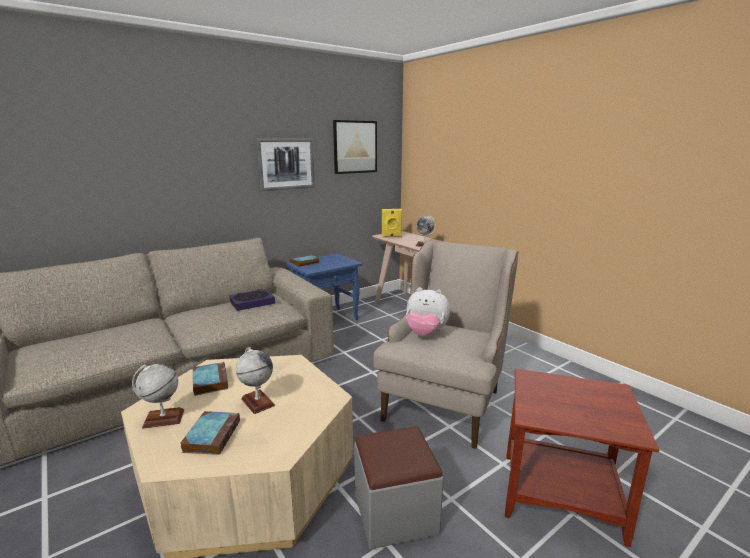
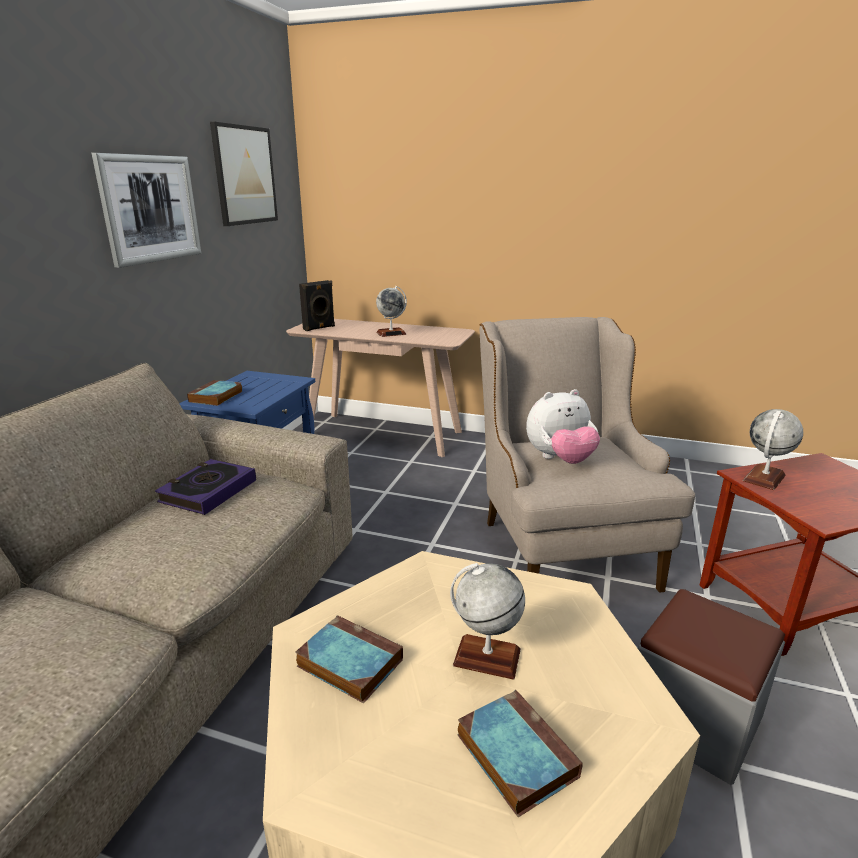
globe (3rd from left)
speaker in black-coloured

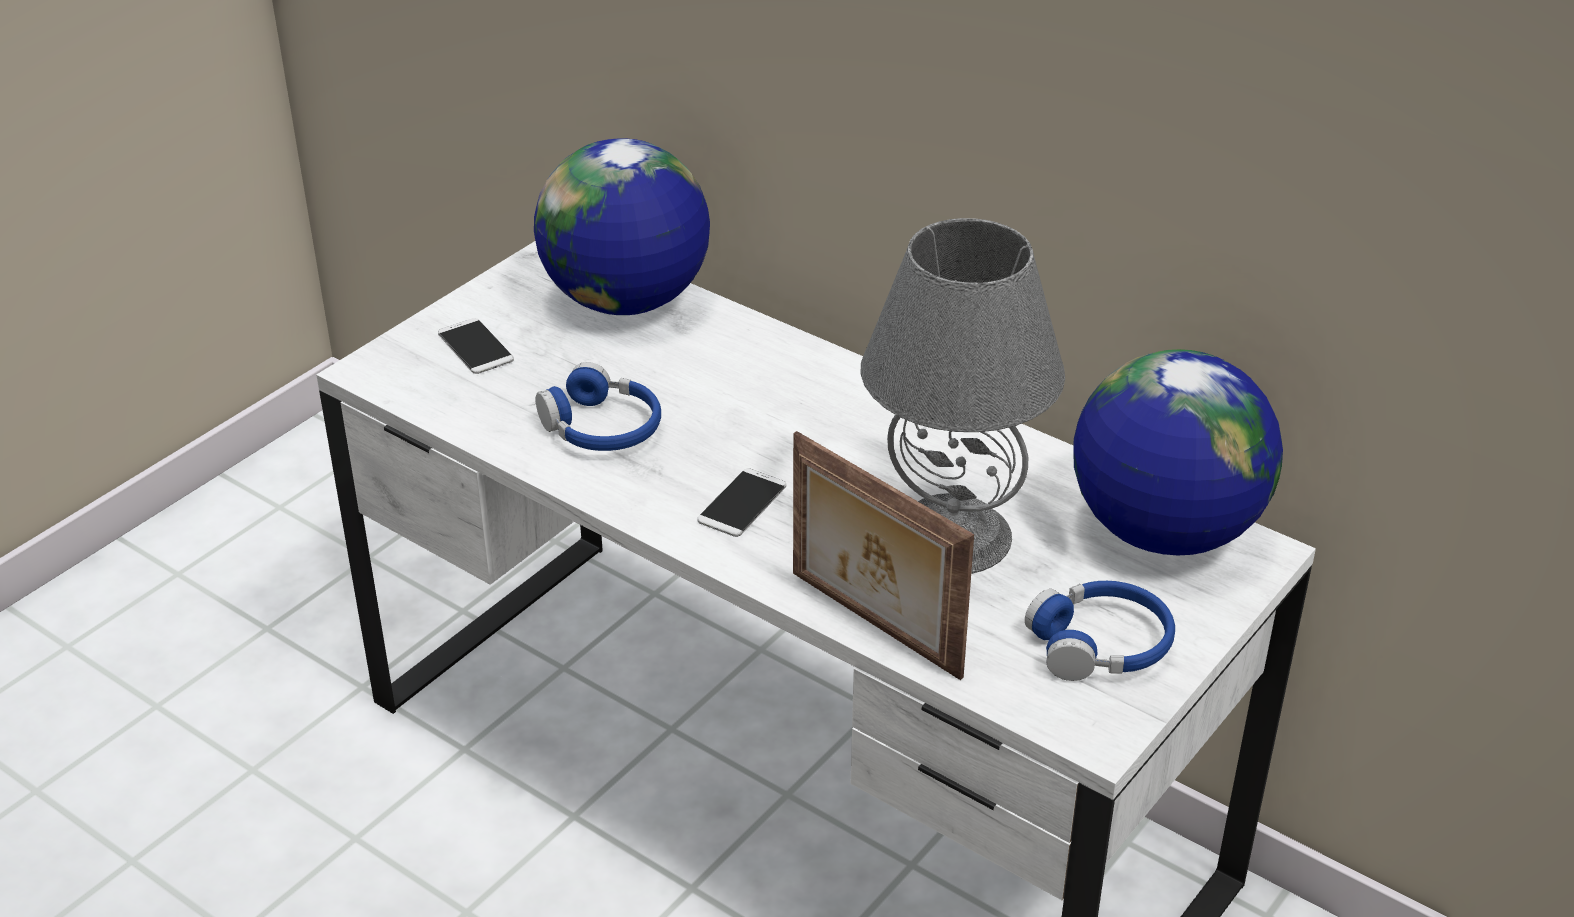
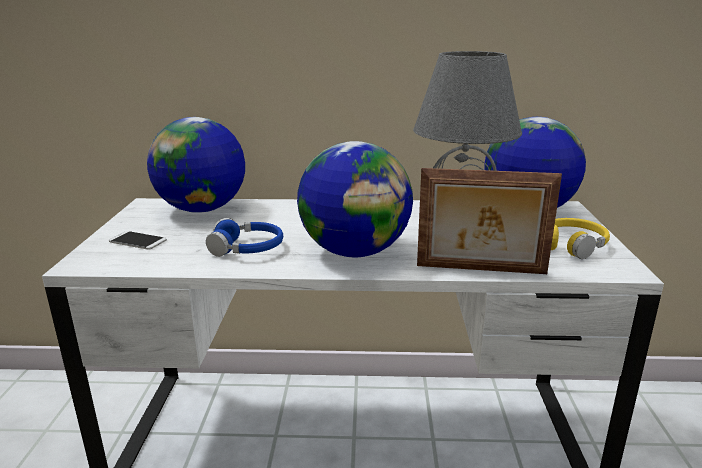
globe (2nd from left)
headset in yellow-coloured

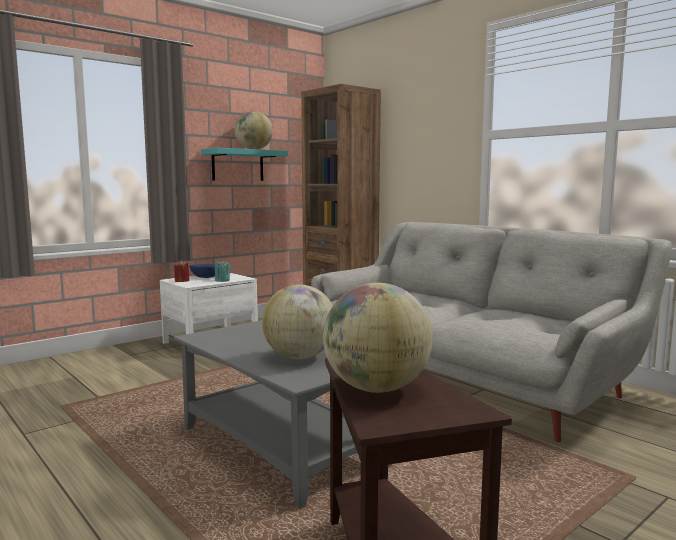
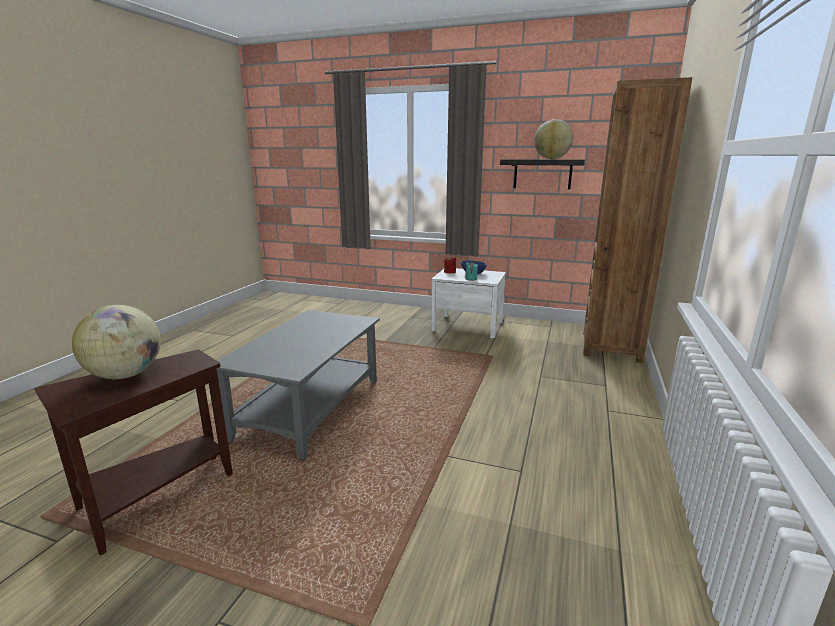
shelf in black-coloured
globe (2nd from left in the first image)
sofa in grey

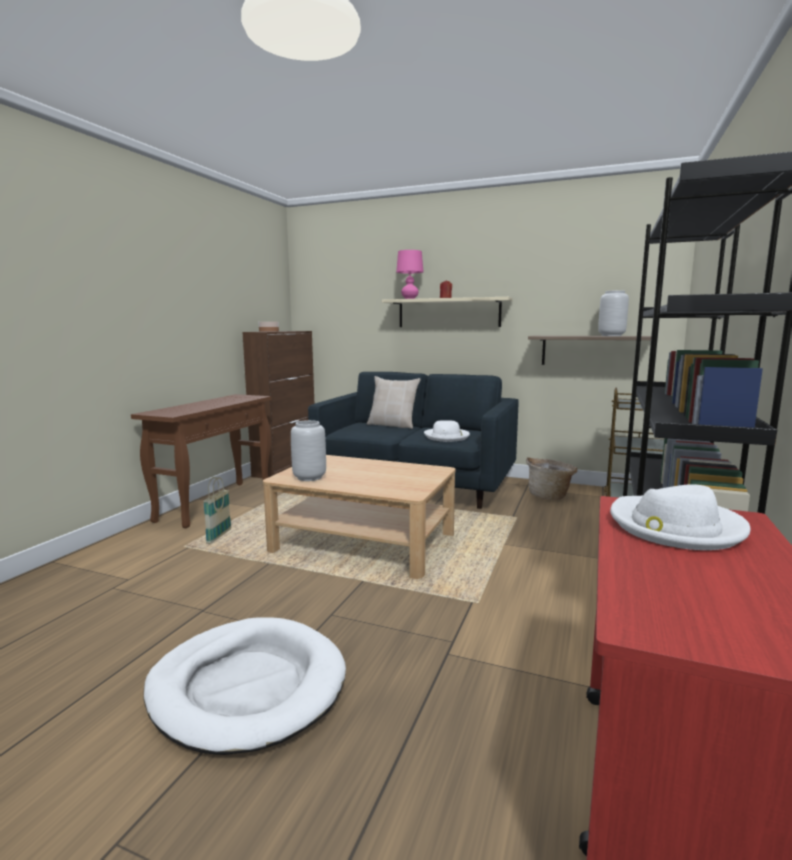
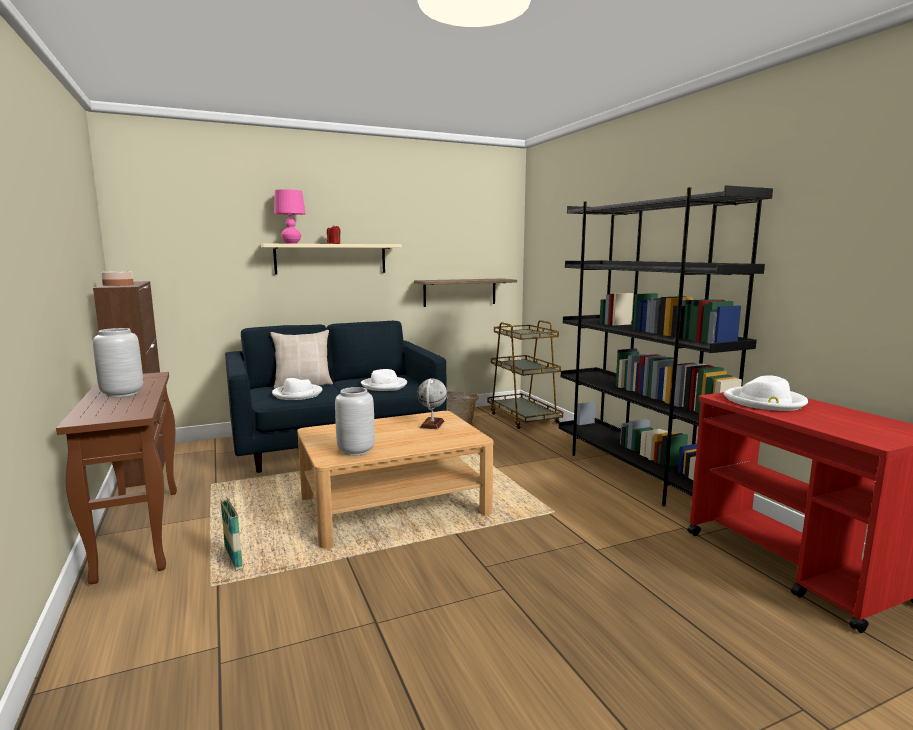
dog bed in whitish
vase in grey (1st from left)
hat in whitish (1st from left)
globe

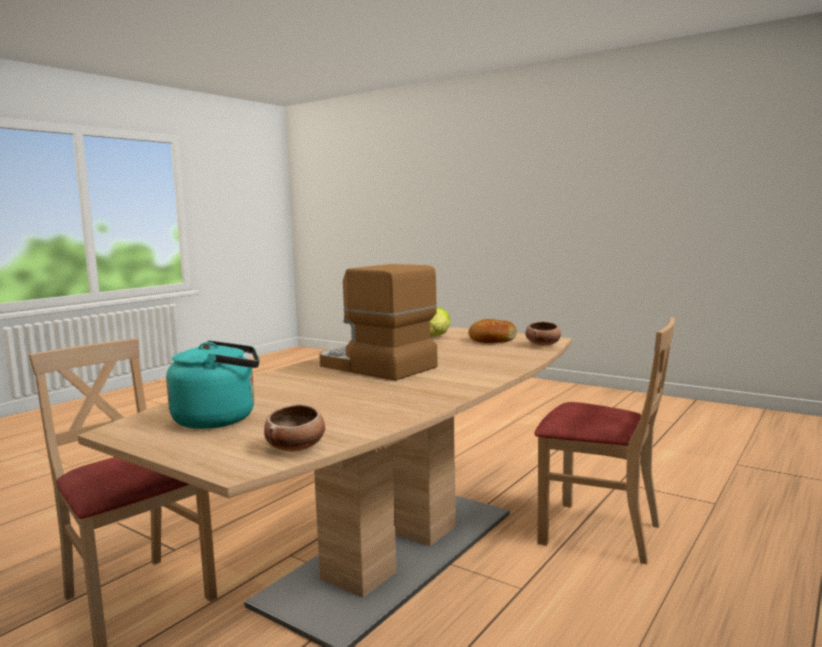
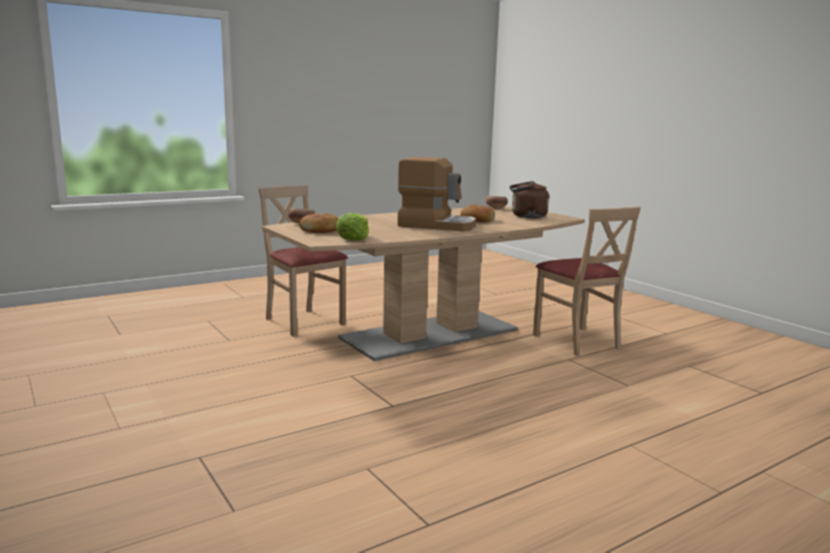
tea kettle in brown
coffee machine
bread (2nd from left)

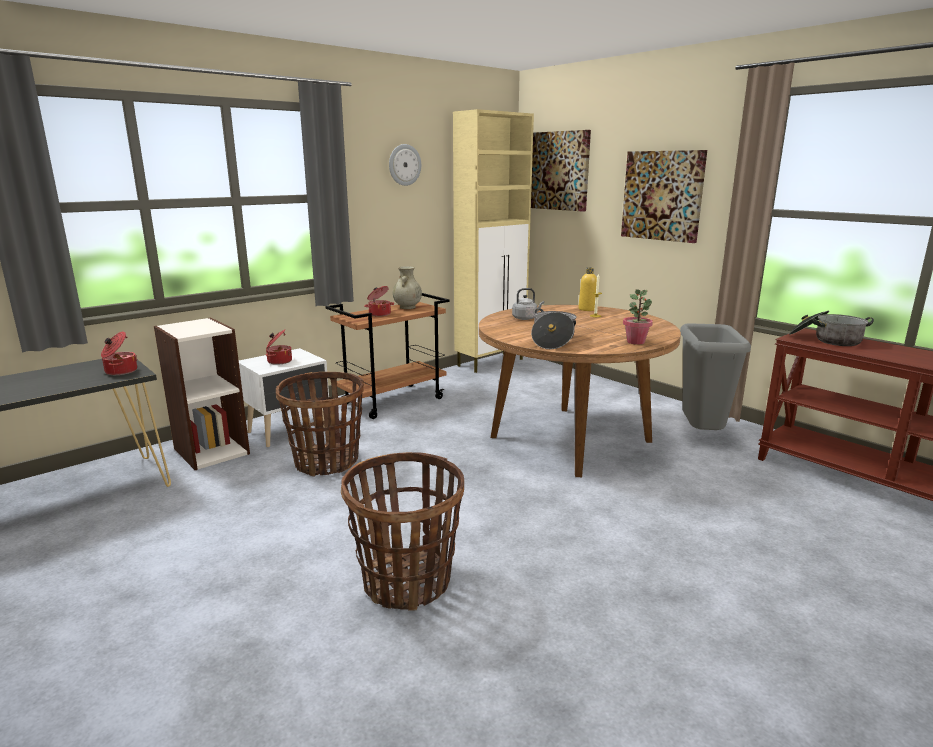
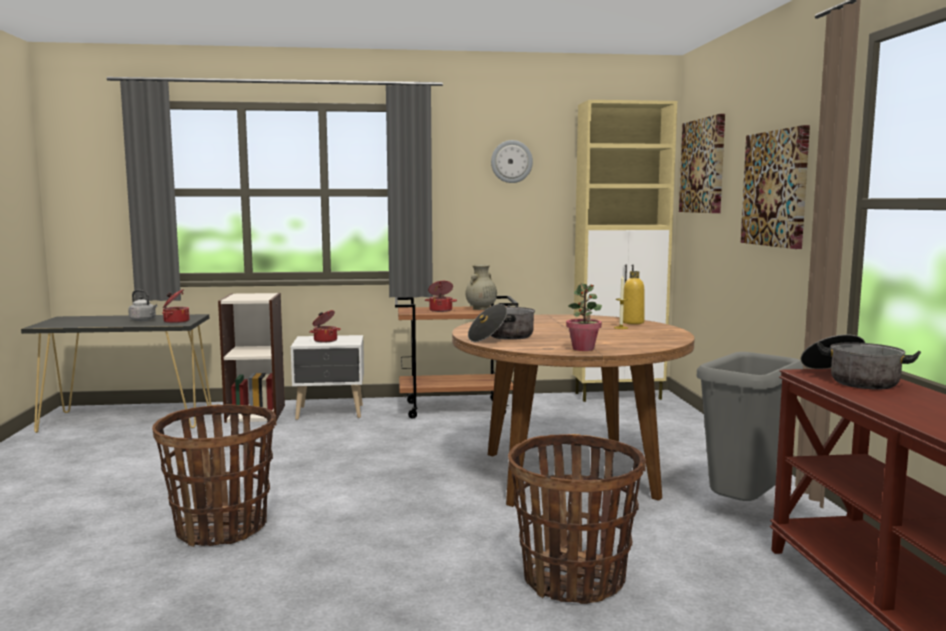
basket (2nd from left)
tea kettle in grey

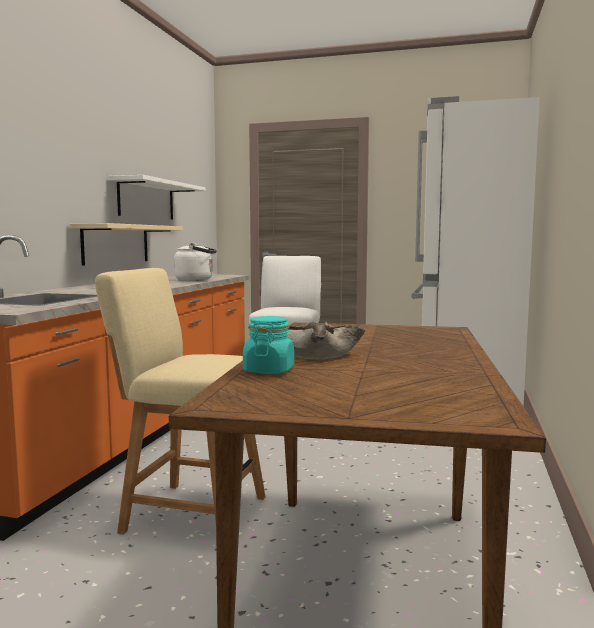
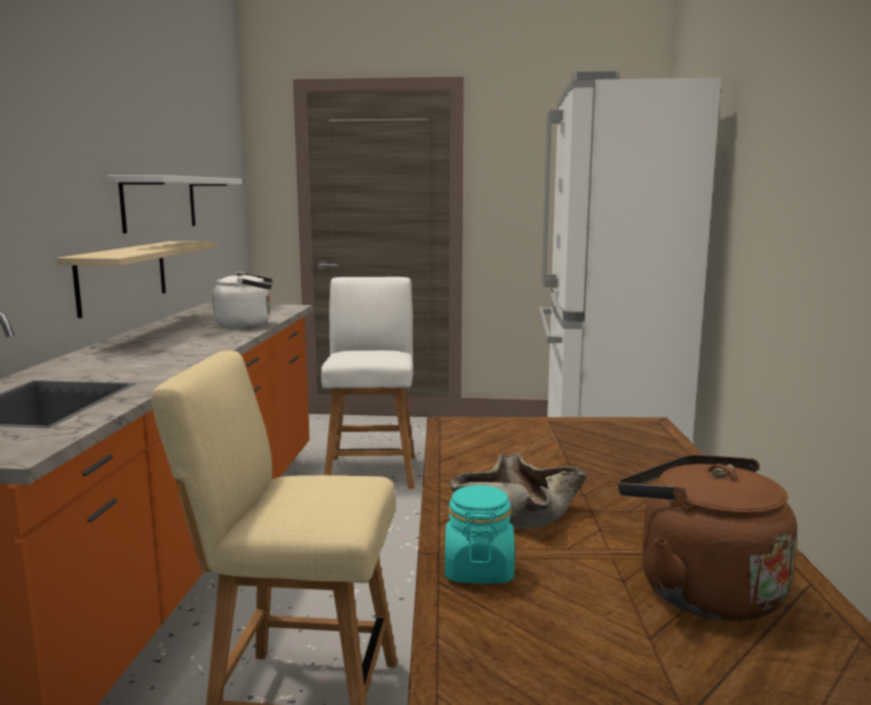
tea kettle in brown

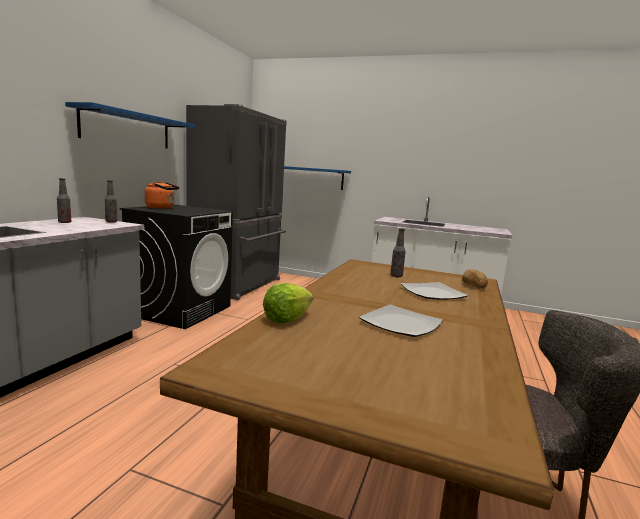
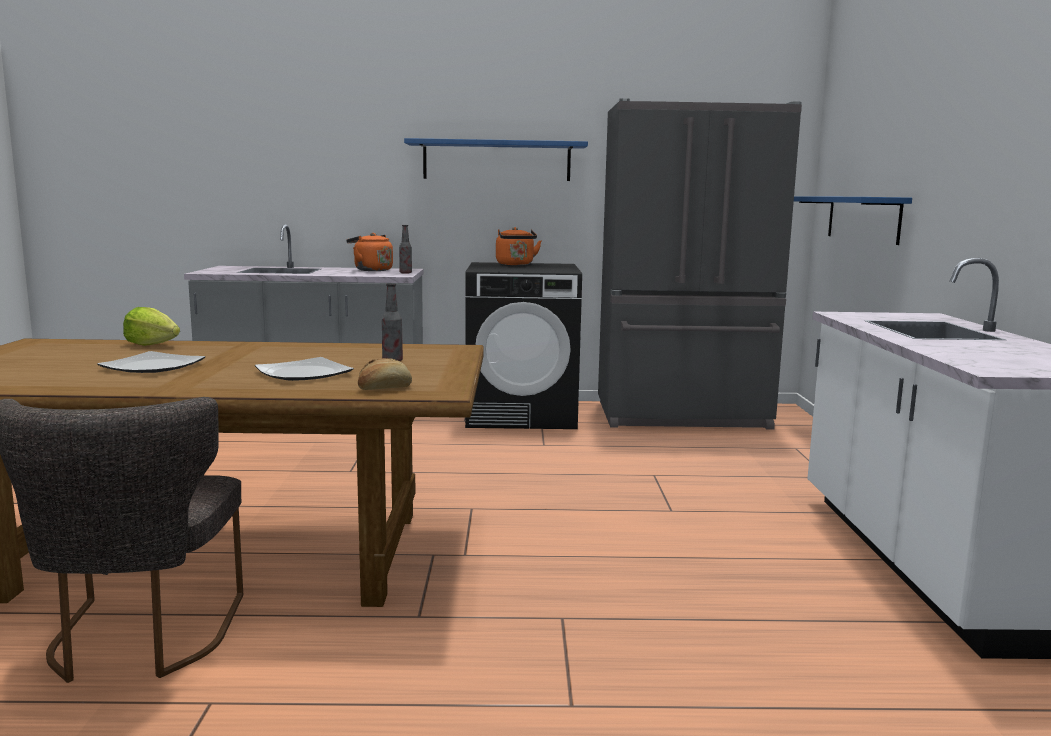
tea kettle in orangey (1st from left)

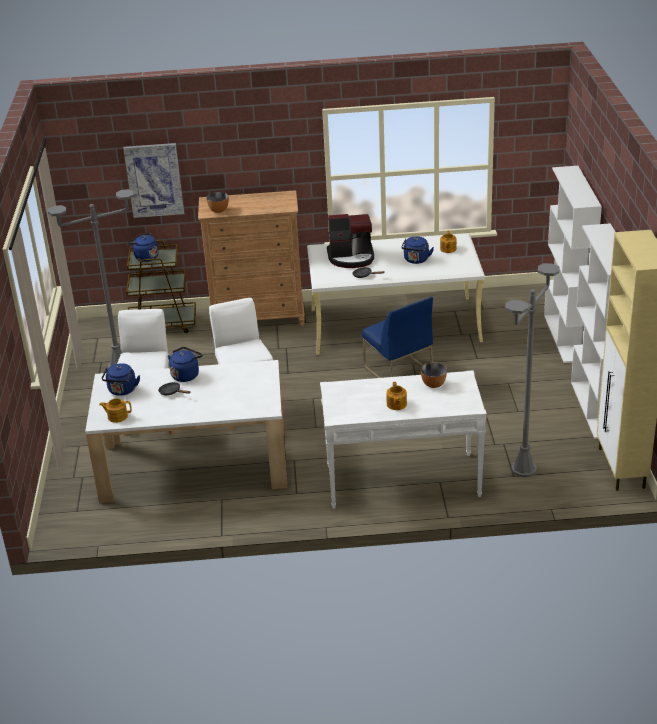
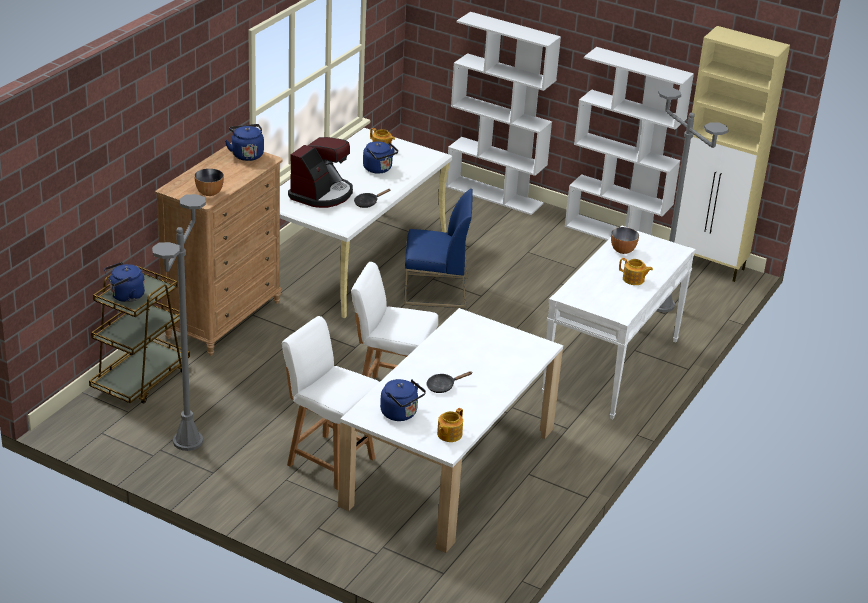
wall art
tea kettle in blue (2nd from left)

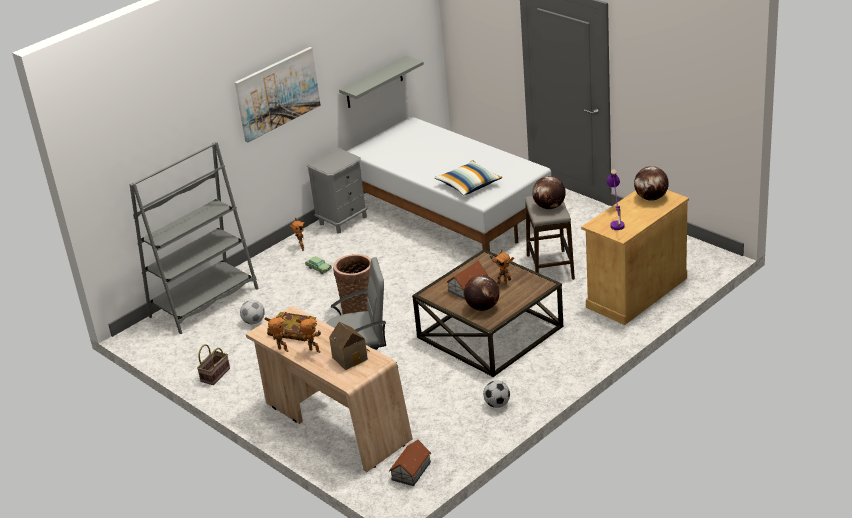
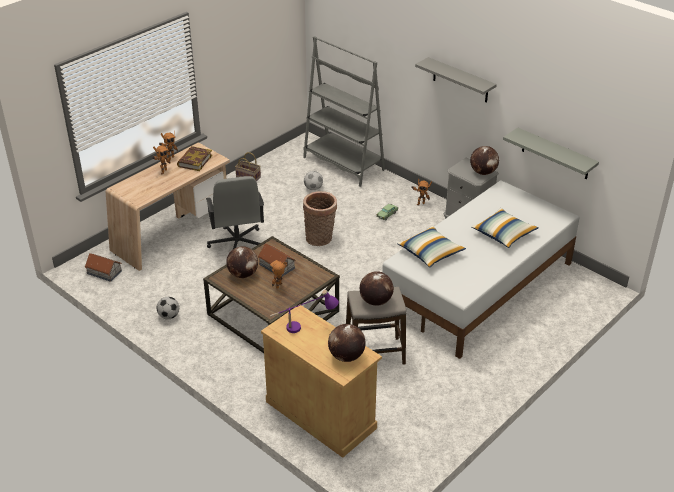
shelf in grey (1st from left)
miniature house (1st from left in the first image)
globe (4th from left)
cushion (2nd from left)

